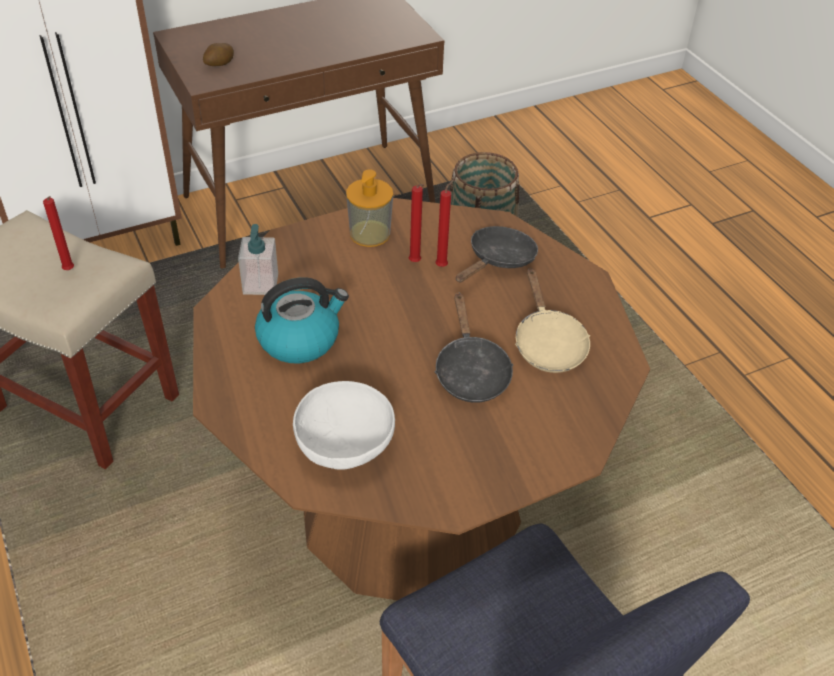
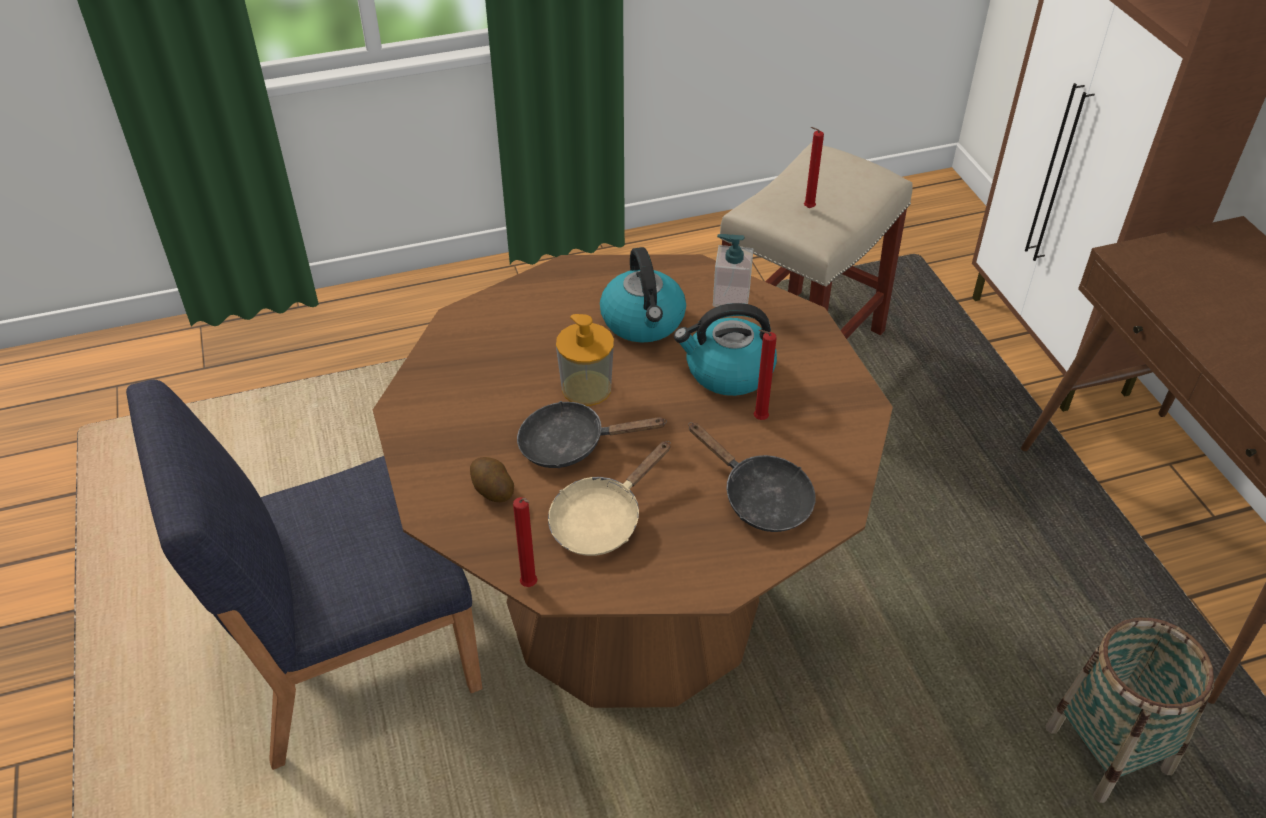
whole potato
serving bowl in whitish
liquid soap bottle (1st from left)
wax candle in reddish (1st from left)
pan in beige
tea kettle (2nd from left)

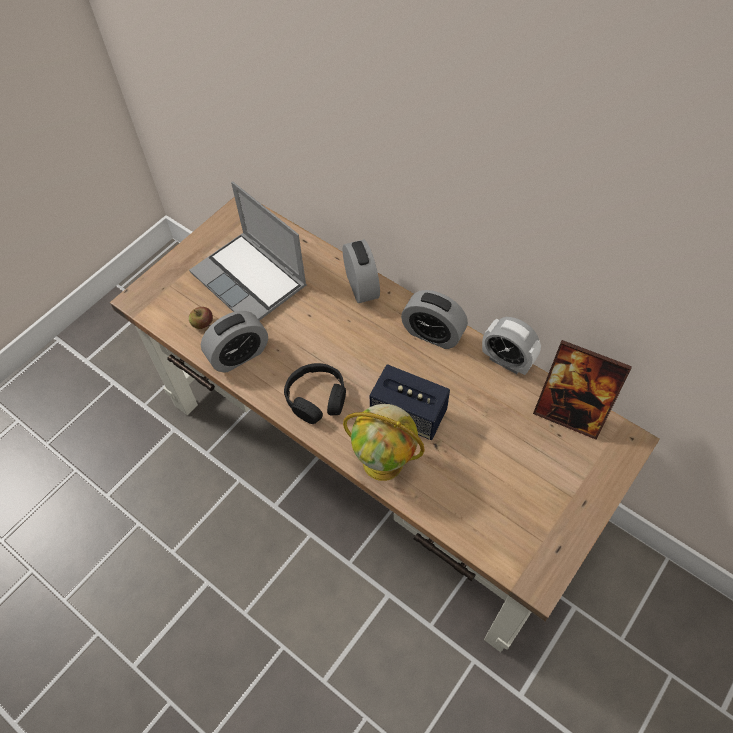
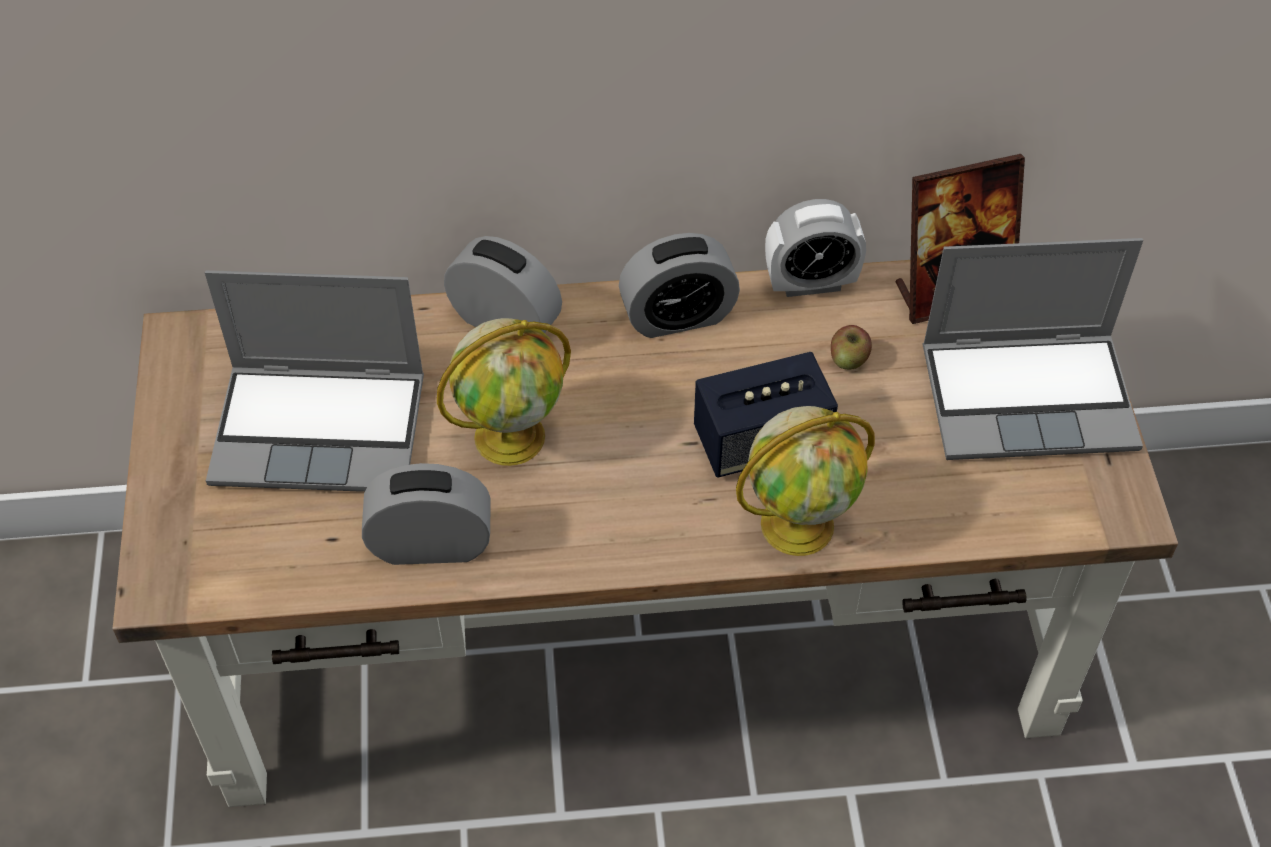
apple
bedside clock (1st from left)
headset in black-coloured
globe (1st from left)
laptop (2nd from left)

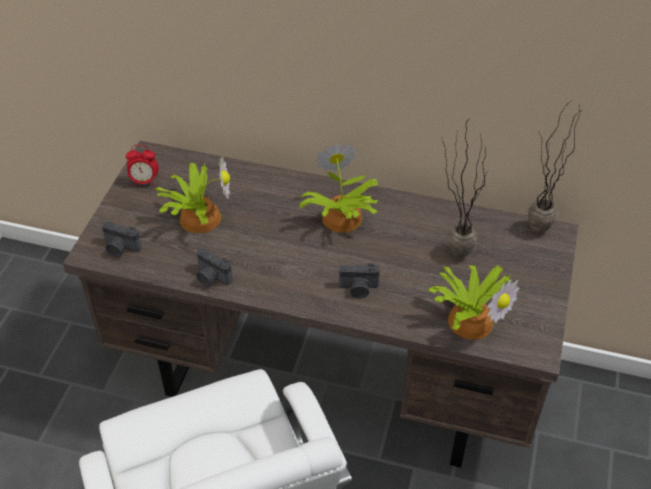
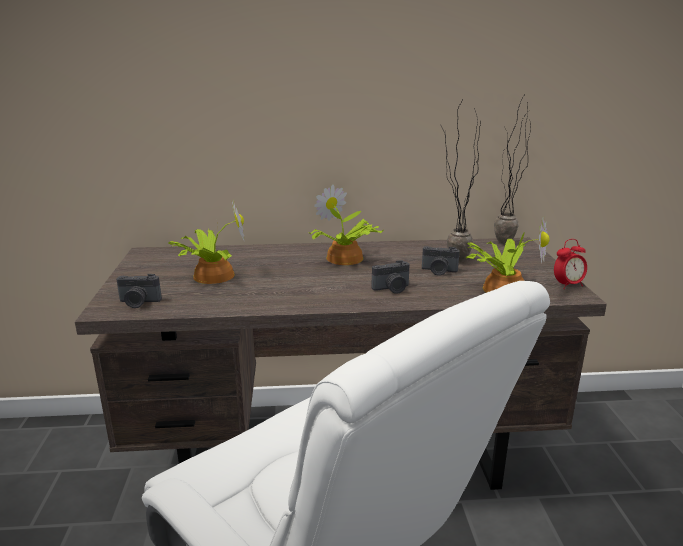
bedside clock
still camera (3rd from left)

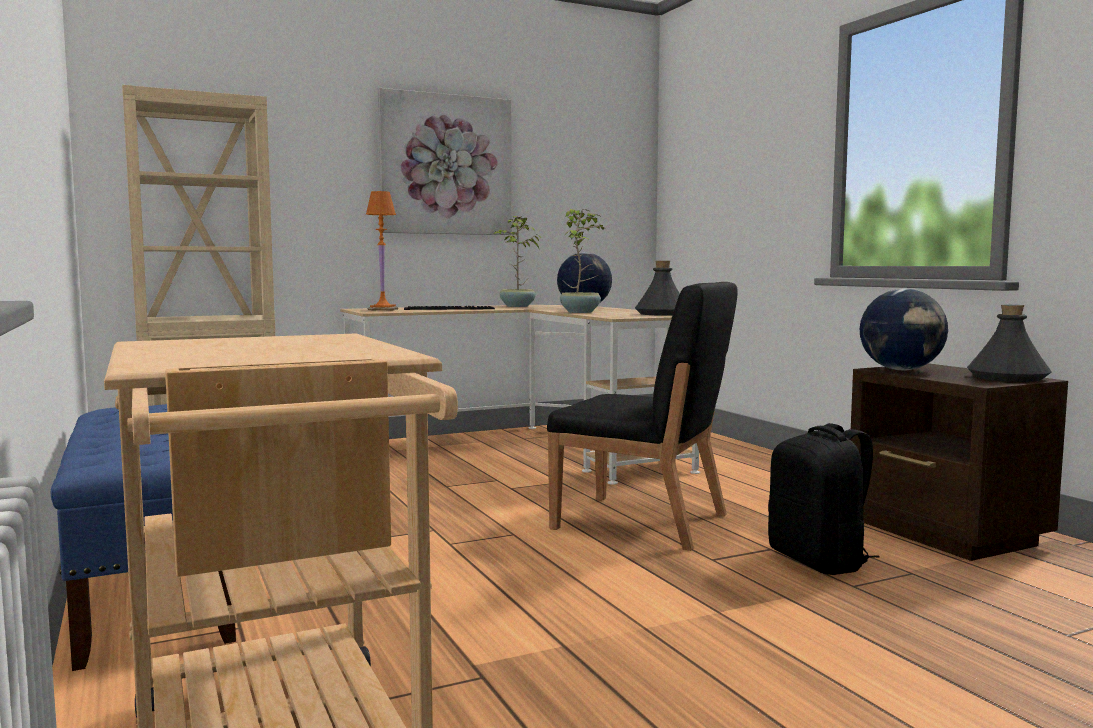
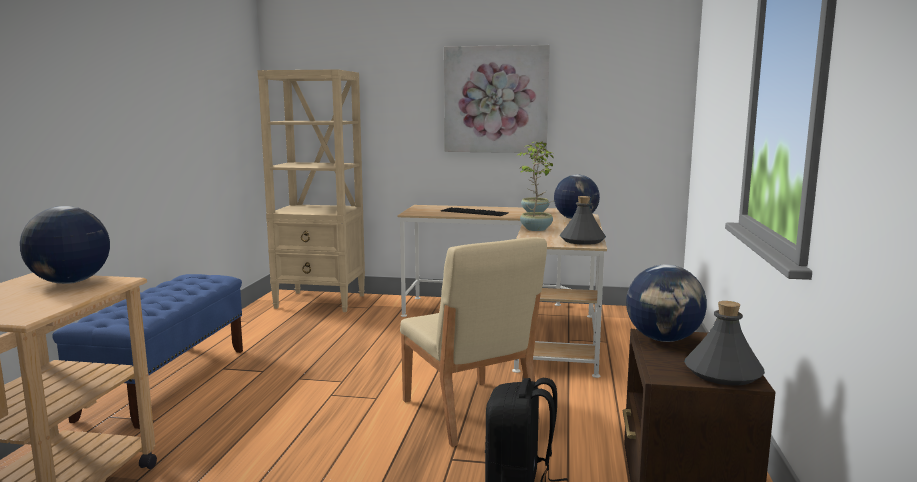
lamp for a table in orangey
chair in beige
globe (1st from left)

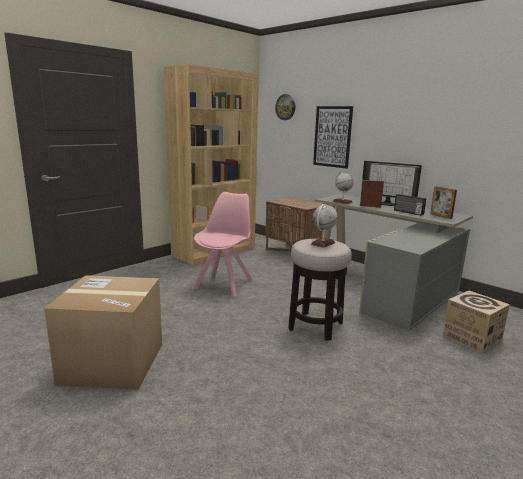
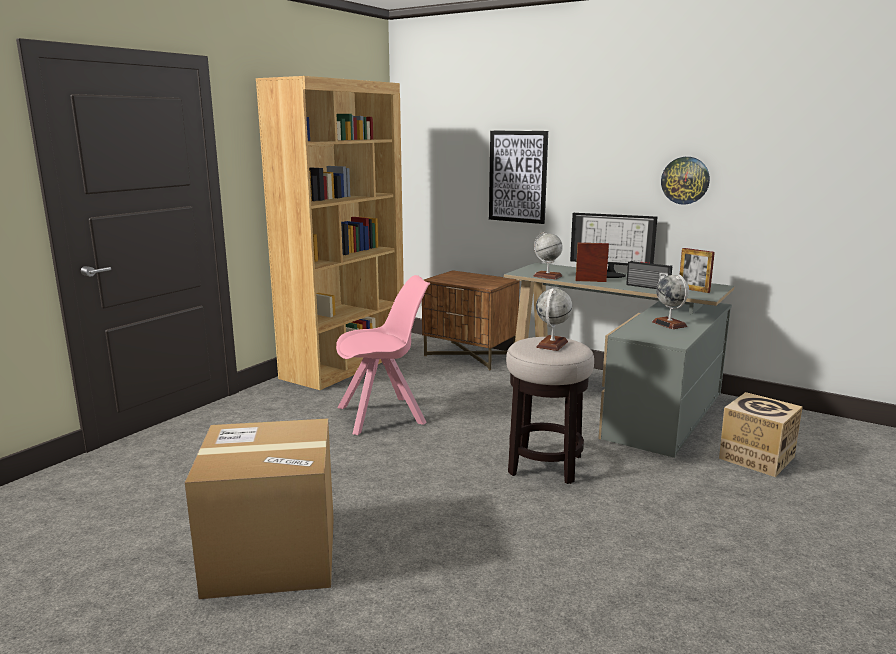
chair in pinkish
clock on the wall
globe (3rd from left)

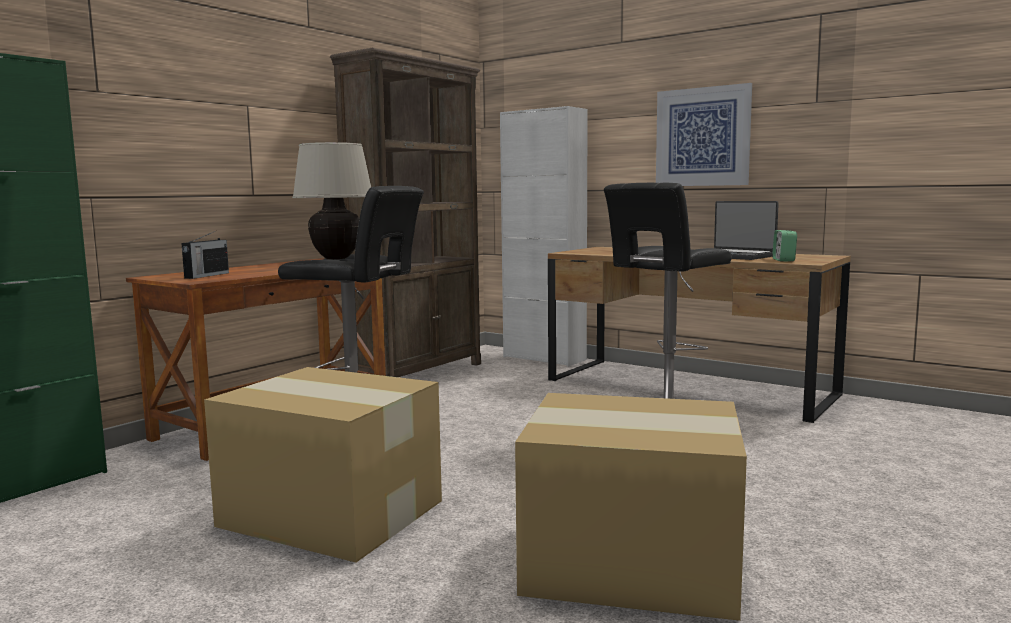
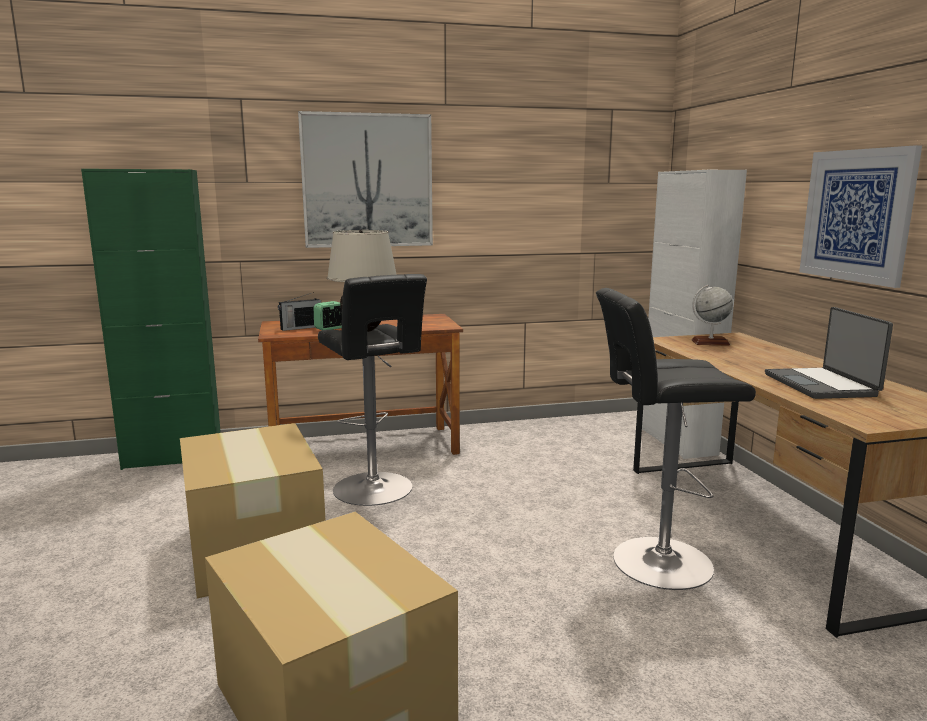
shelving unit in brown
bedside clock
wall art (1st from left)
globe

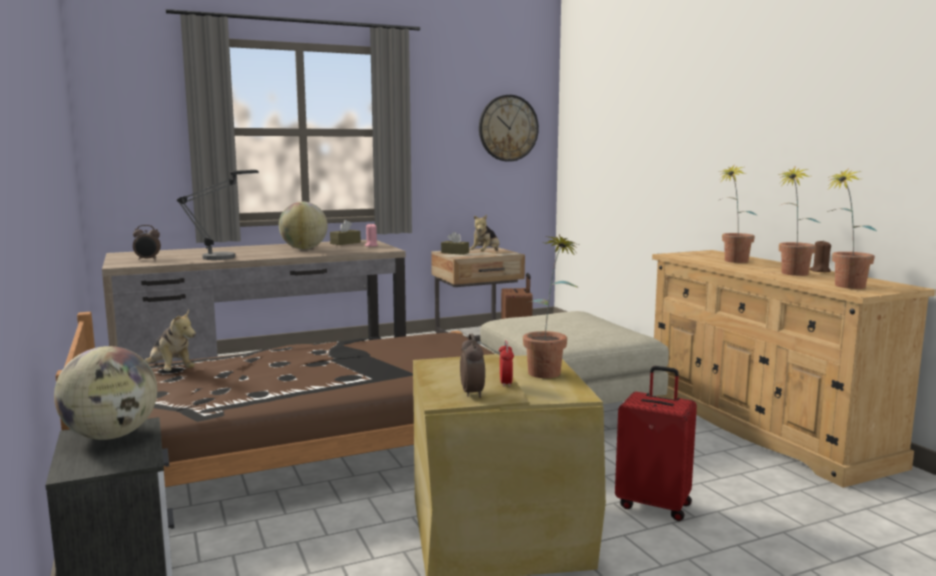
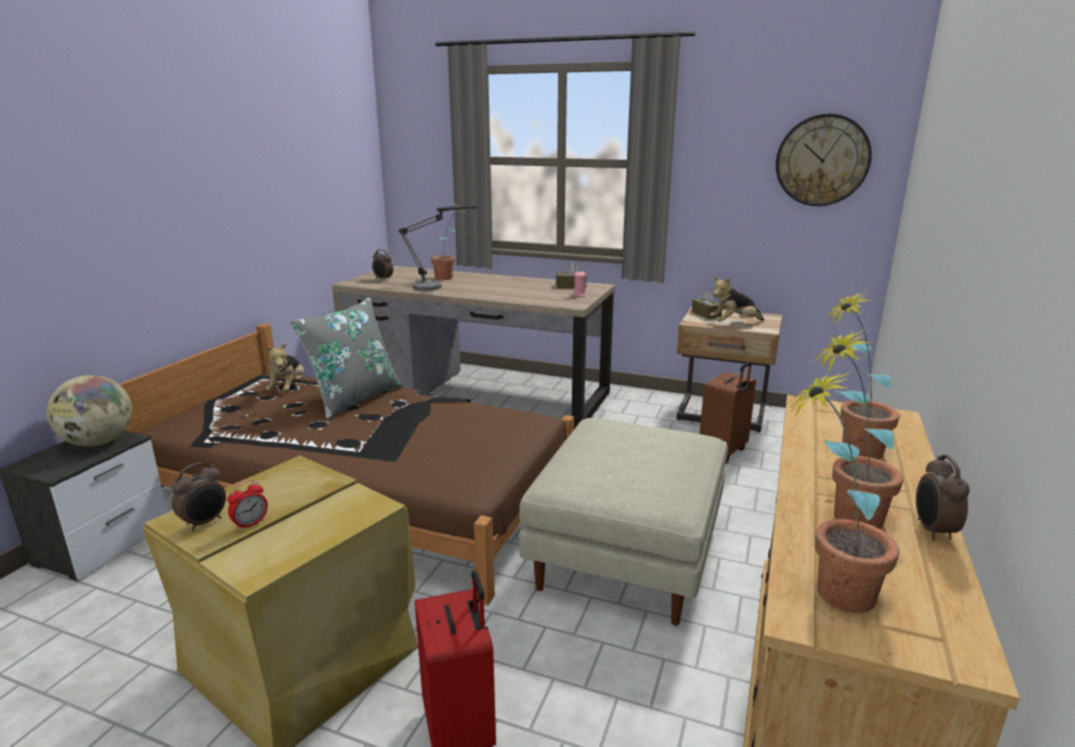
globe (2nd from left in the first image)
houseplant (1st from left)
bedside clock (4th from left)
cushion in grey

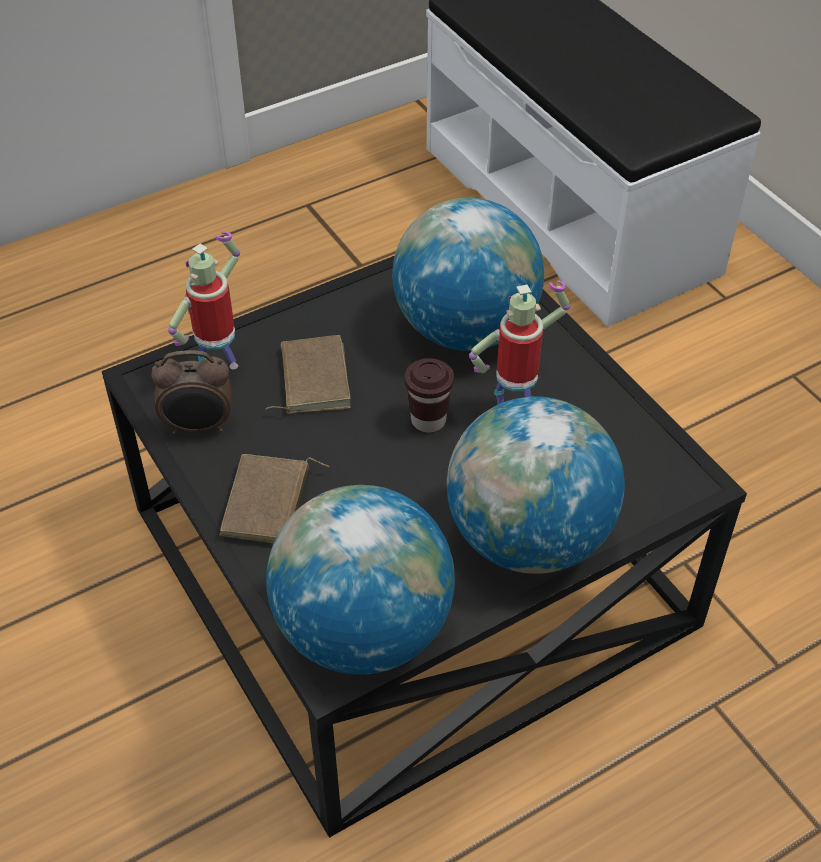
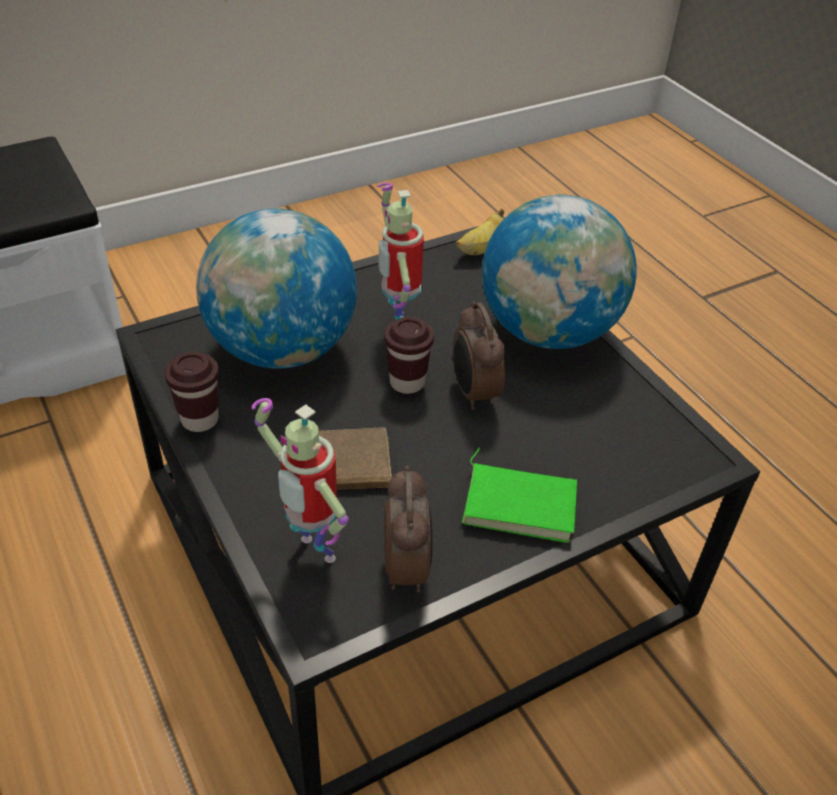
volume in green
globe (1st from left in the first image)
drinking cup in brown (1st from left)
bedside clock (2nd from left)
whole banana

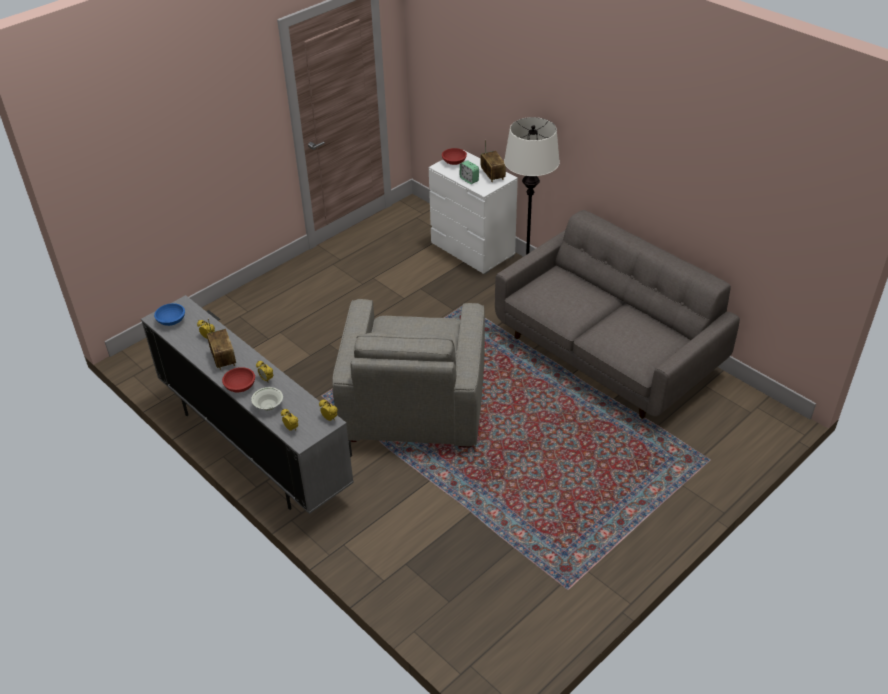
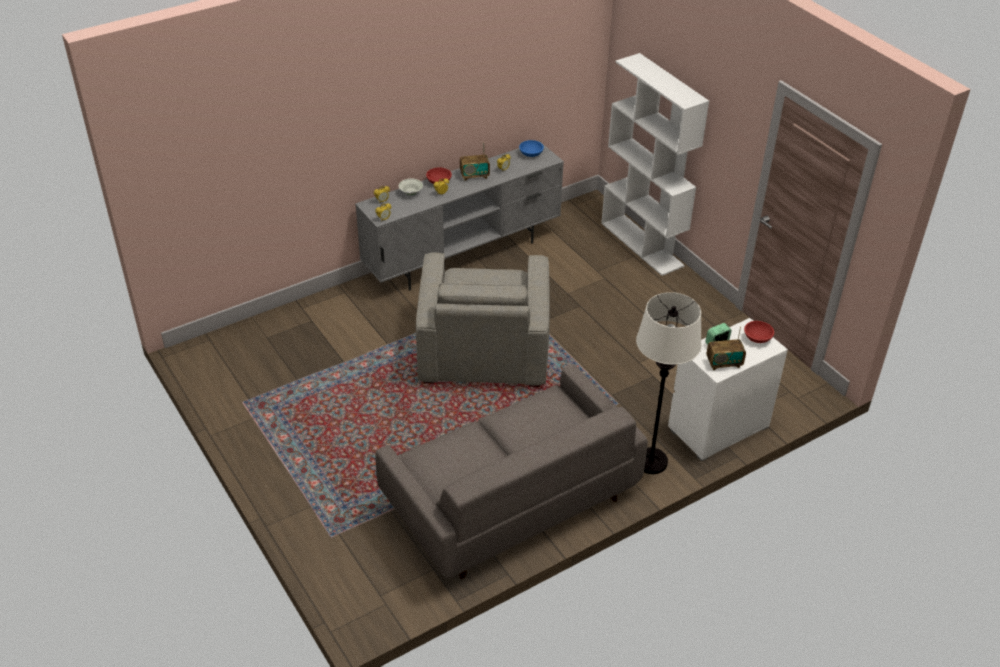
lounge chair in grey
shelving unit in whitish

